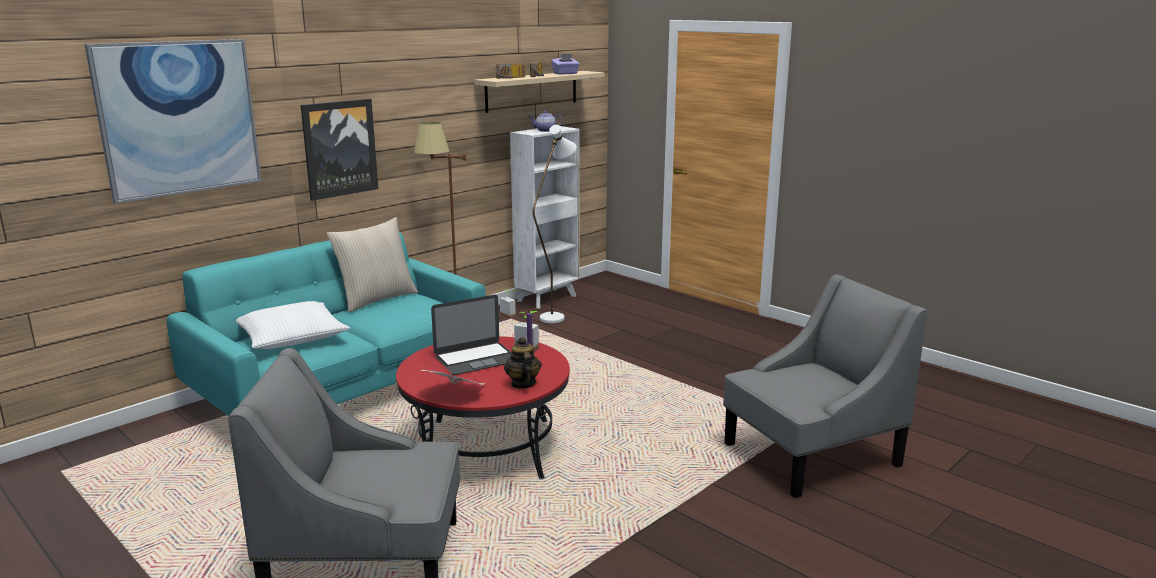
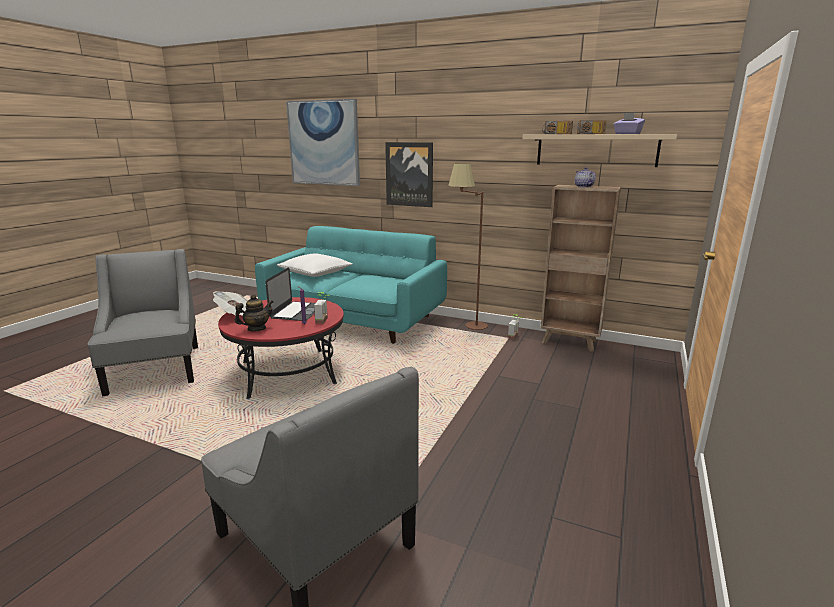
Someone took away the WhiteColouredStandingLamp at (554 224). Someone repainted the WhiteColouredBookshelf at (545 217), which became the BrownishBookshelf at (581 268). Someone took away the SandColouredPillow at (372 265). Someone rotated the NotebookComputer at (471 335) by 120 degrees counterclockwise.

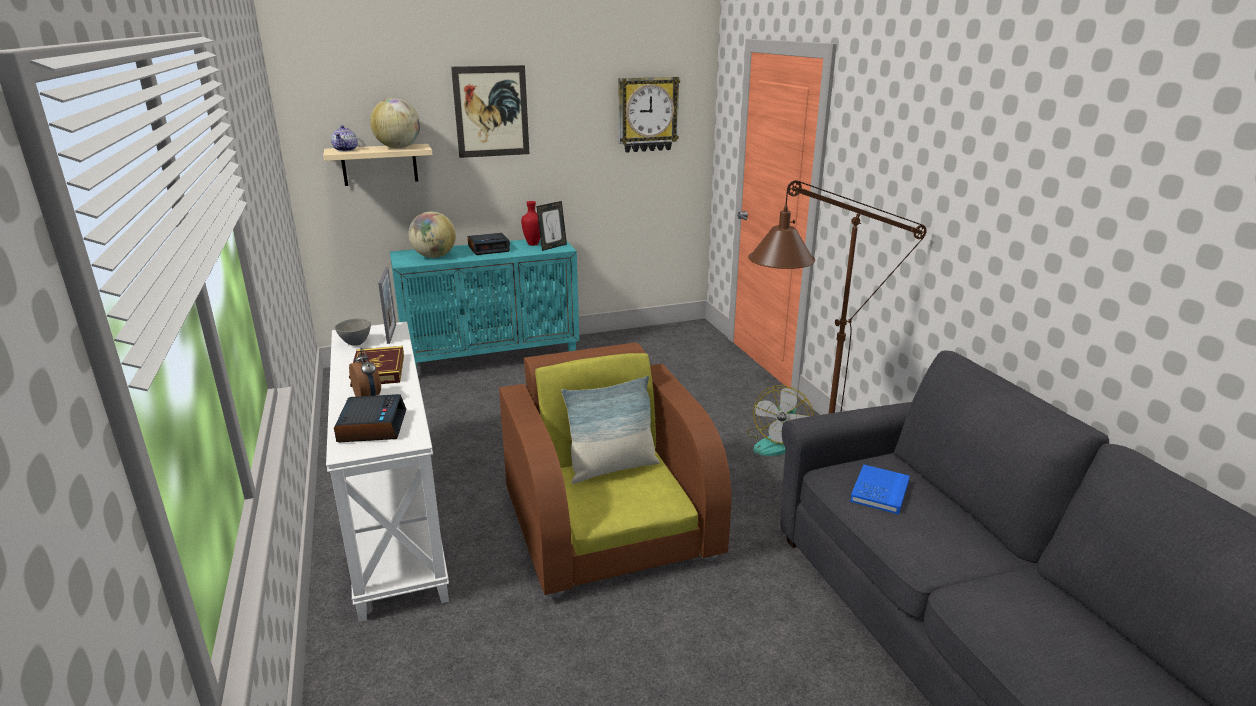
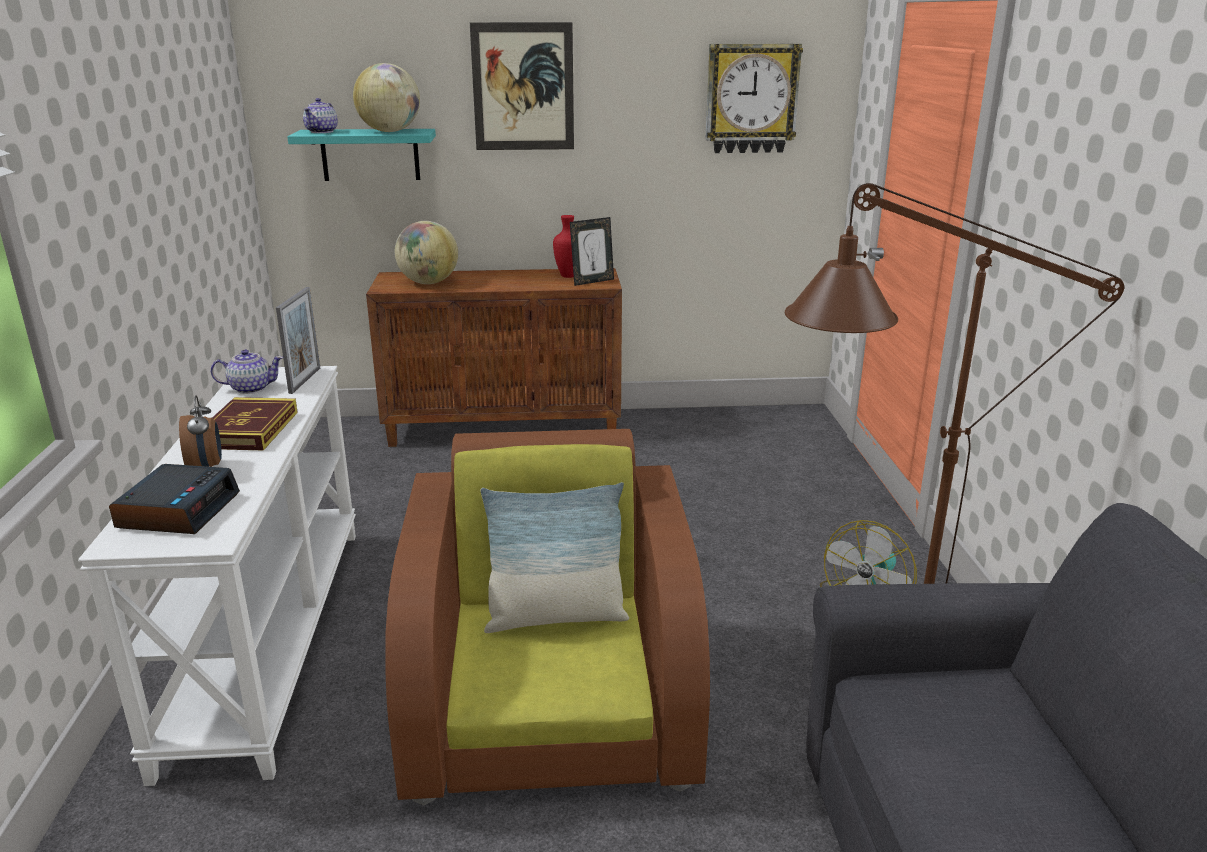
Someone repainted the SandColouredBracketShelf at (378 165), which became the TurquoiseBracketShelf at (361 155). Someone took away the AlarmClock at (488 244). Someone repainted the TurquoiseCabinet at (484 304), which became the BrownishCabinet at (494 357). Someone swapped the GrayServingBowl at (353 332) for the TeaPot at (247 371). Someone took away the BlueColouredBook at (880 489).

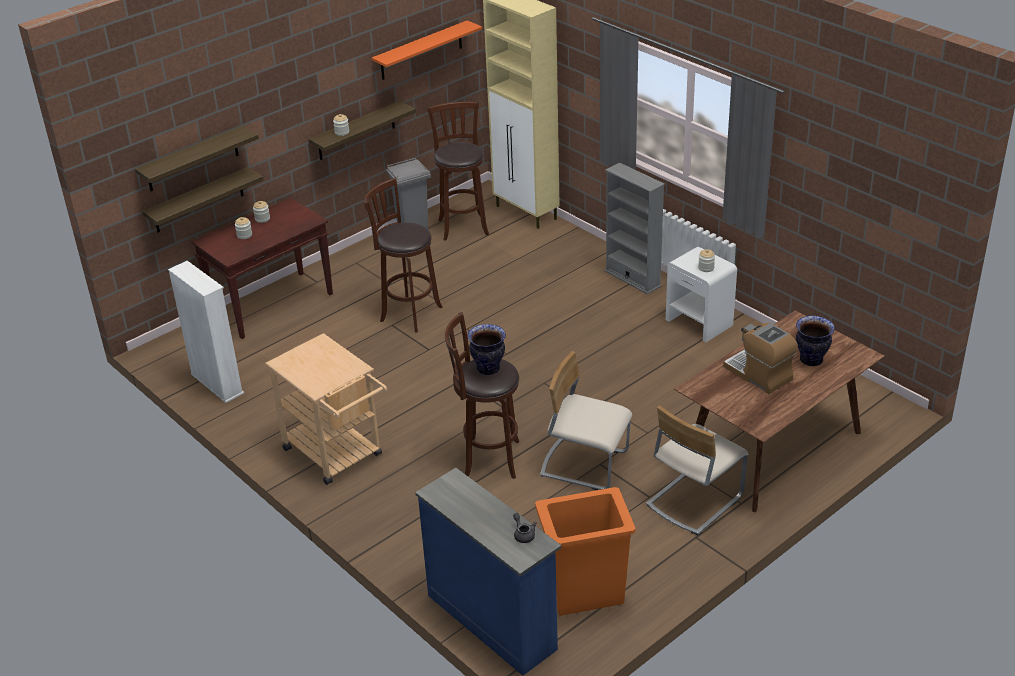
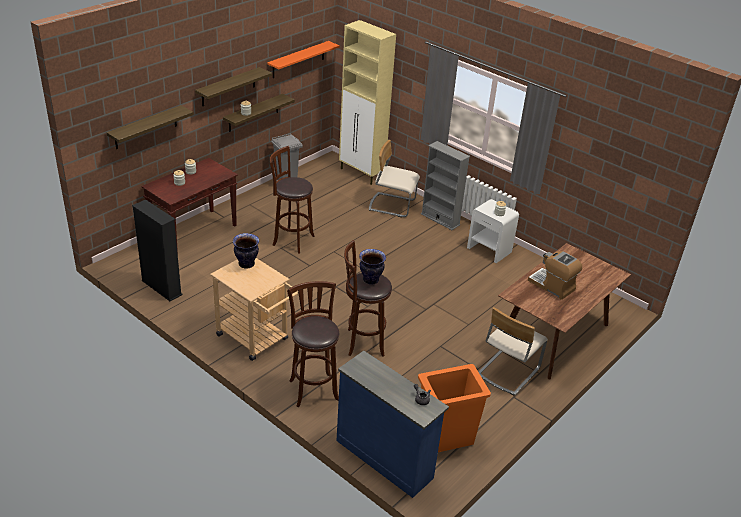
Someone carried the BrownishSittingStool from (458 171) to (313 344). Someone carried the BracketShelf from (203 199) to (233 86). Someone repainted the WhiteColouredBookshelf at (206 332), which became the BlackBookshelf at (157 250). Someone carried the DecorativeVase from (815 341) to (246 251). Someone carried the SandColouredUprightChair from (586 420) to (394 178).

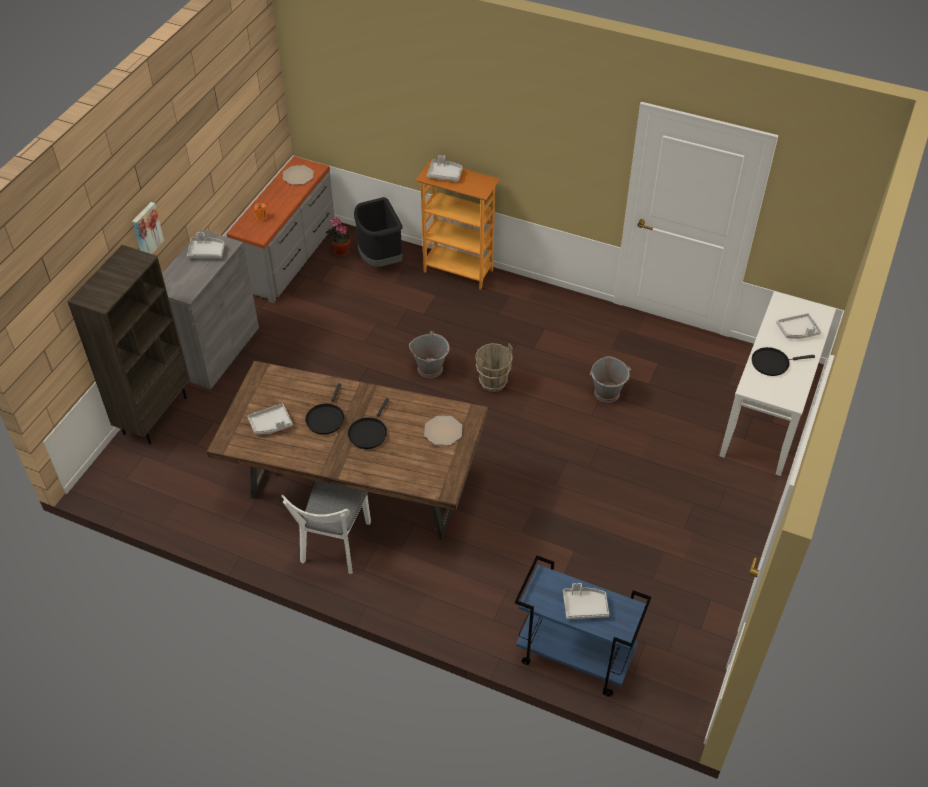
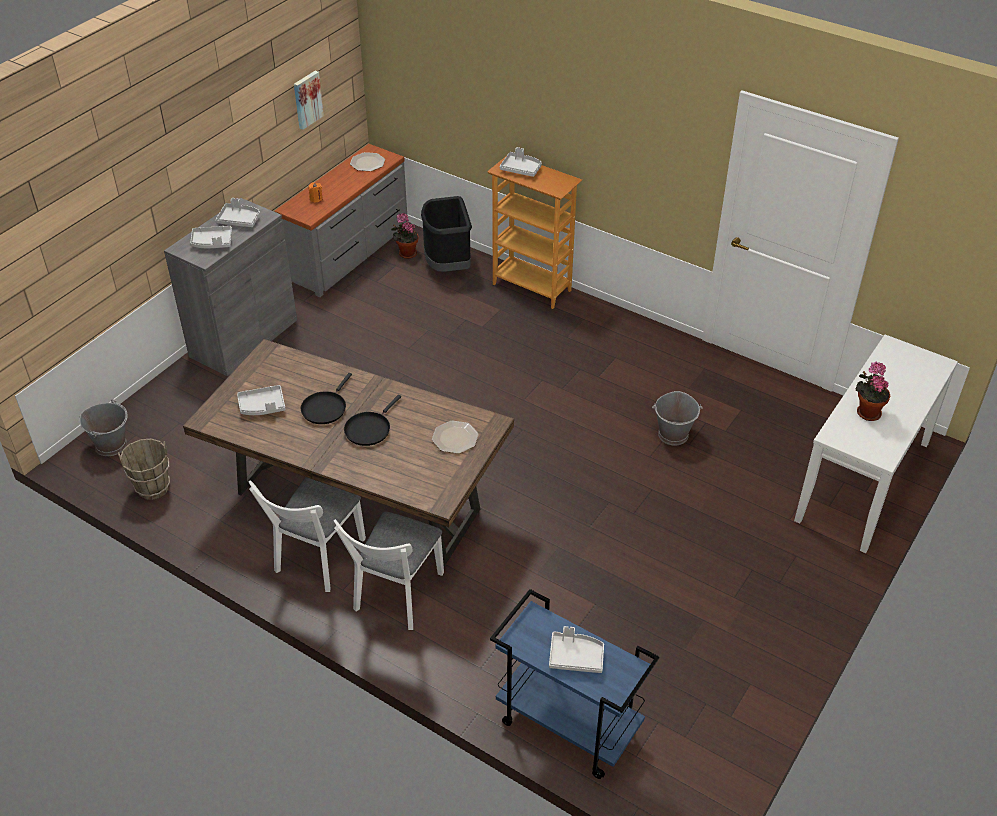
Someone carried the WallArt from (148 228) to (309 100). Someone took away the BrownishBookshelf at (129 344). Someone carried the GrayServingTray from (798 326) to (211 237). Someone carried the GrayPail from (429 354) to (104 427). Someone carried the BrownishPail from (494 367) to (144 469). Someone swapped the BlackPan at (783 361) for the PlantInAPot at (873 391). Someone put down the WhiteColouredUprightChair at (389 571).

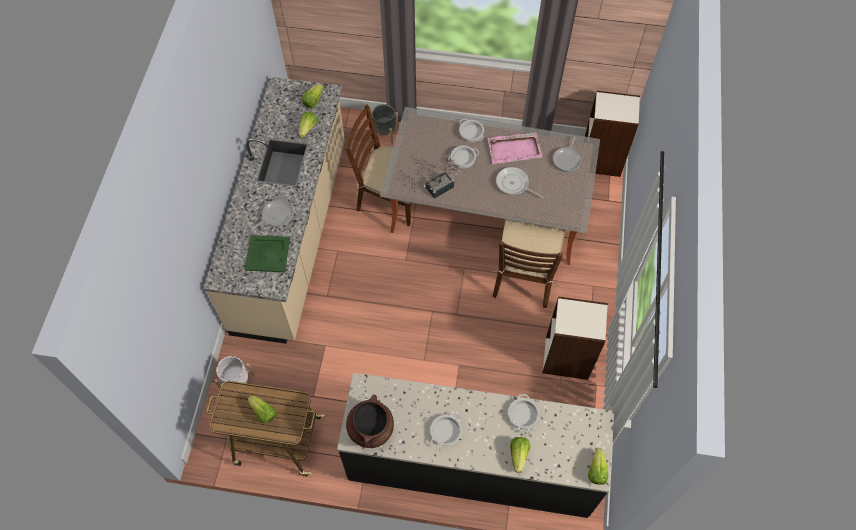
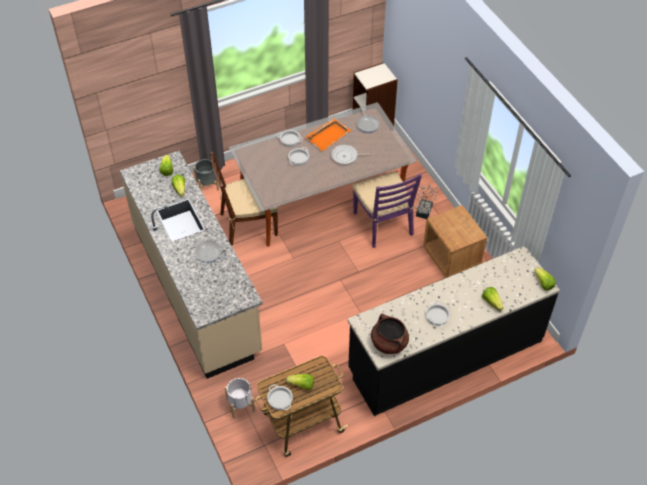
Someone repainted the PinkishServingTray at (515 148), which became the OrangeServingTray at (328 134). Someone carried the PlantInAPot from (442 176) to (427 201). Someone repainted the BrownishUprightChair at (527 264), which became the PurplishUprightChair at (387 209). Someone took away the GreenServingTray at (267 253). Someone swapped the Bookshelf at (575 338) for the BrownishNightstand at (455 241). Someone carried the Stockpot from (524 413) to (280 397).

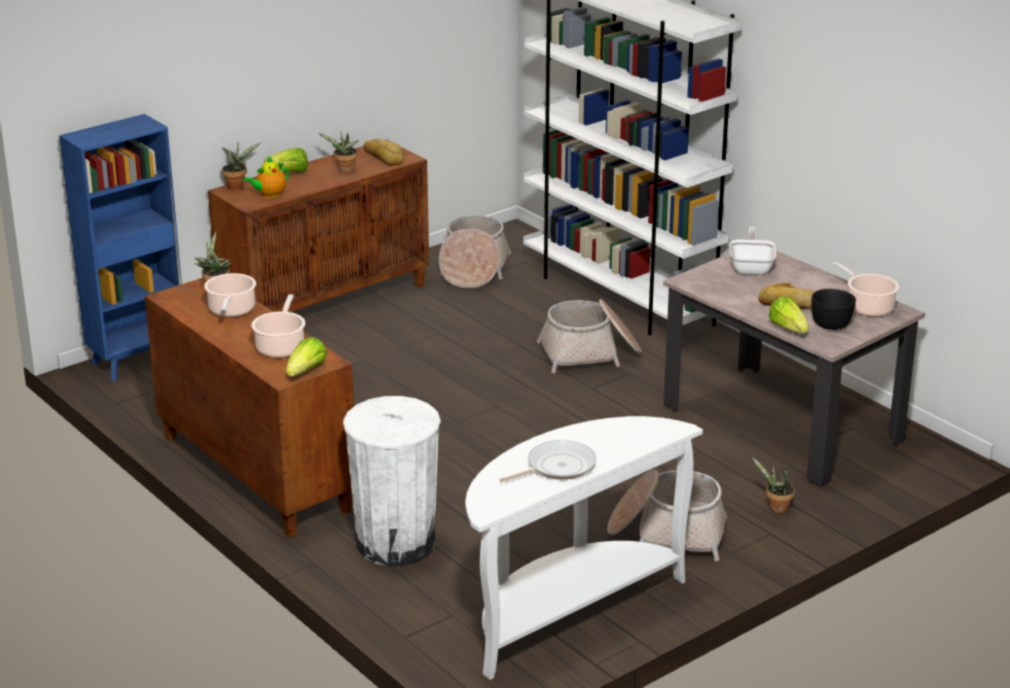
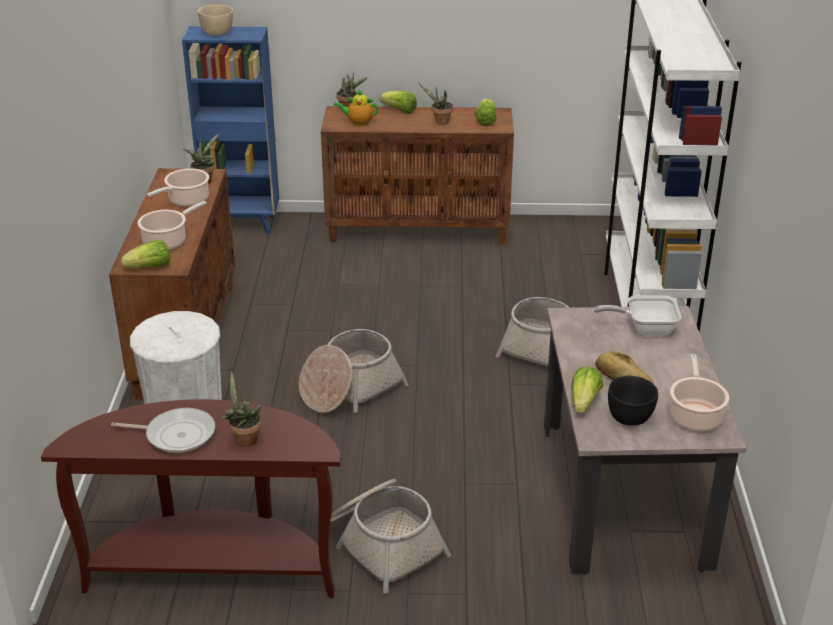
Someone swapped the BakedBread at (383 152) for the Lettuce at (485 112). Someone carried the Basket from (475 252) to (354 371). Someone rotated the Pan at (753 251) by 135 degrees counterclockwise. Someone repainted the WhiteColouredNarrowTable at (584 548), which became the BrownishNarrowTable at (191 498). Someone carried the PlantInAPot from (773 484) to (241 409). Someone put down the SandColouredServingBowl at (215 20).

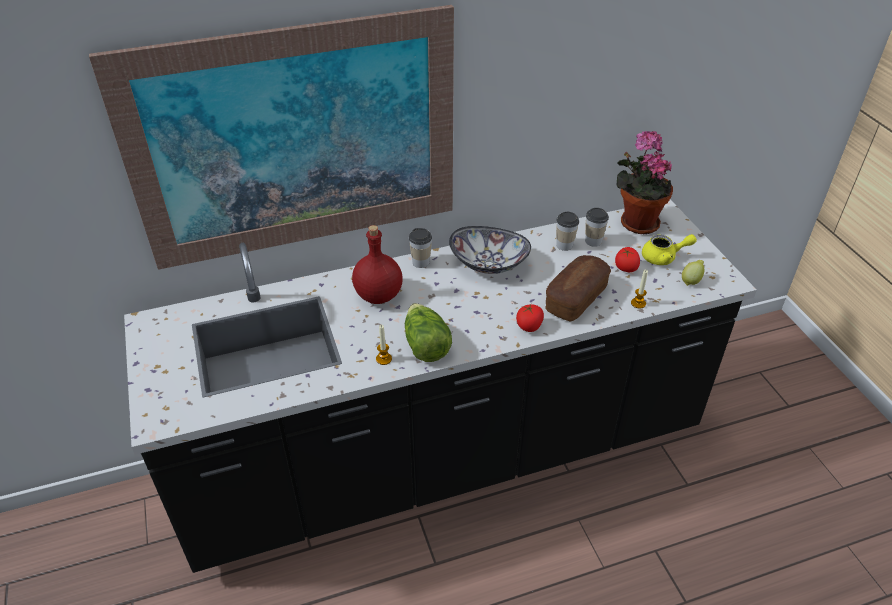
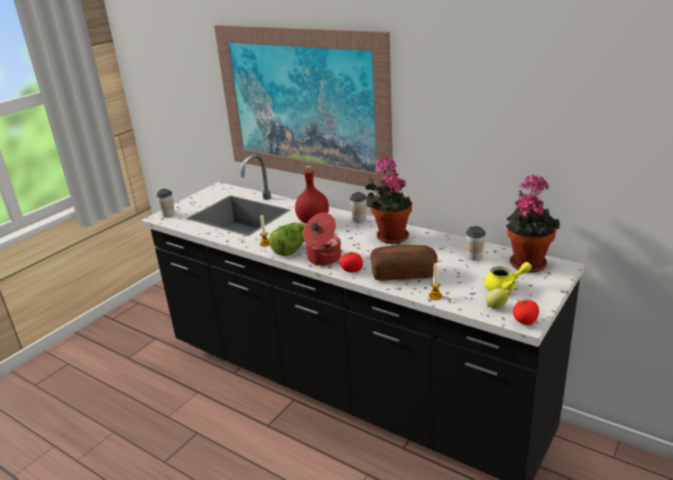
Someone carried the DrinkingCup from (567 231) to (165 203). Someone swapped the ServingBowl at (490 250) for the PlantInAPot at (388 200). Someone rotated the YellowTeaPot at (669 249) by 60 degrees counterclockwise. Someone carried the FreshTomato from (627 259) to (526 312). Someone put down the Stockpot at (322 239).

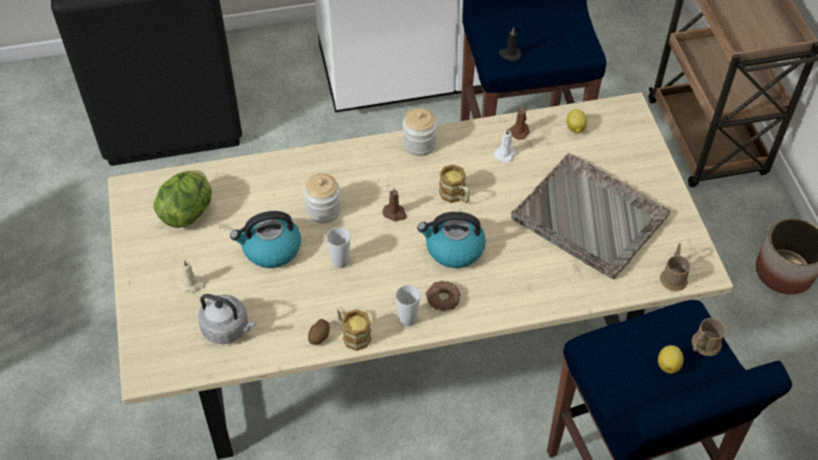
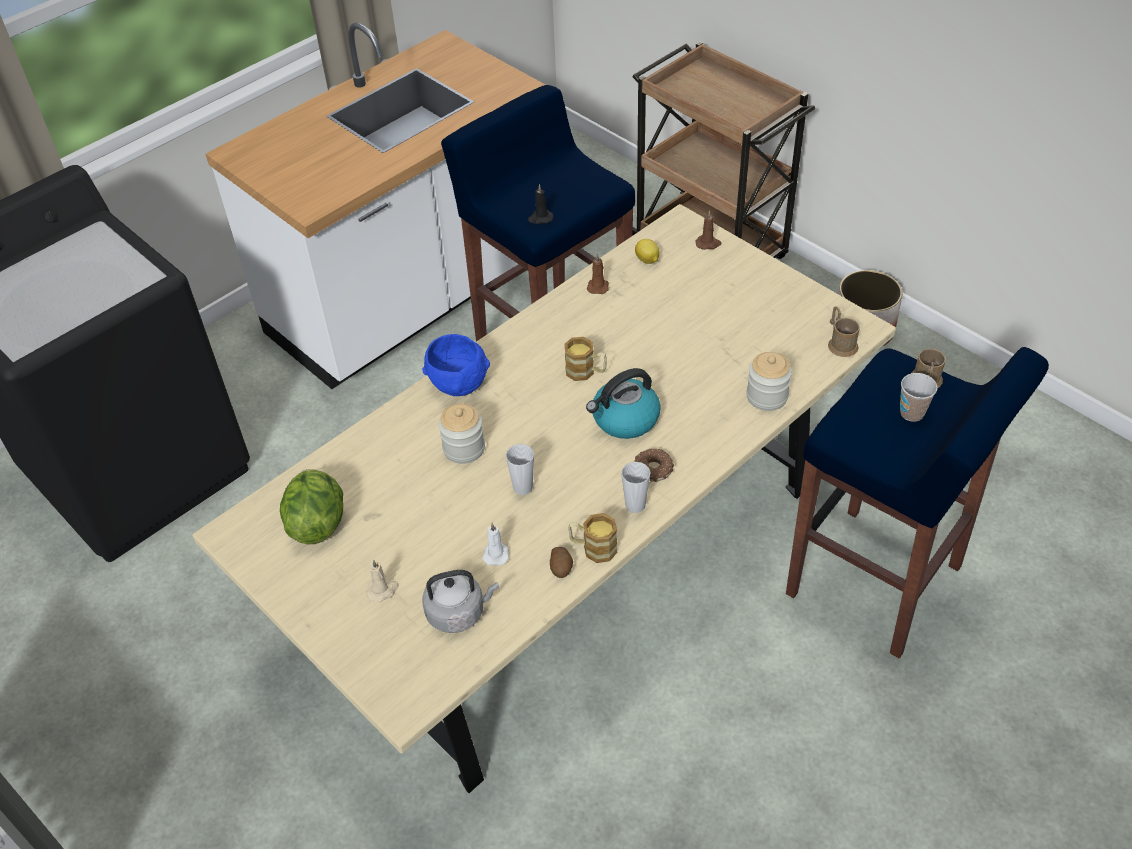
Someone carried the Jar from (420 132) to (769 381). Someone carried the WhiteColouredWaxCandle from (505 145) to (495 544). Someone took away the GrayServingTray at (590 216). Someone carried the BrownishWaxCandle from (395 204) to (708 230). Someone took away the TeaKettle at (265 239). Someone swapped the WholeLemon at (671 359) for the DrinkingCup at (918 397). Someone put down the BlueColouredServingBowl at (456 365).

